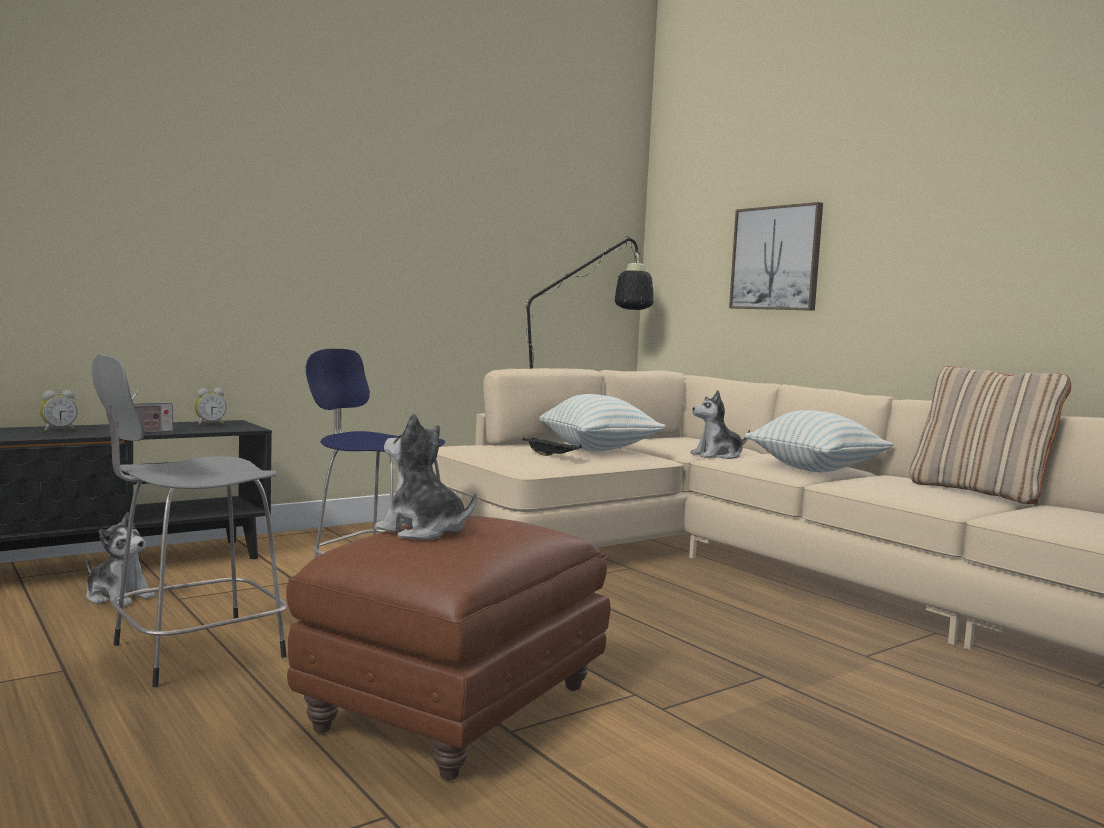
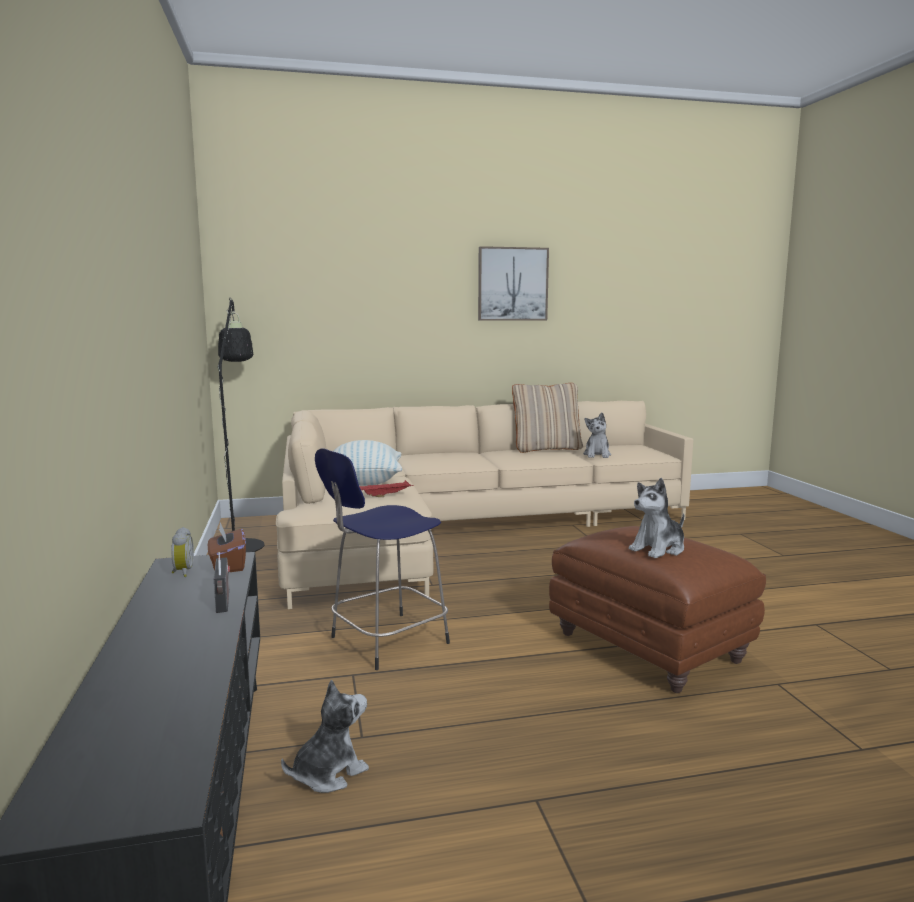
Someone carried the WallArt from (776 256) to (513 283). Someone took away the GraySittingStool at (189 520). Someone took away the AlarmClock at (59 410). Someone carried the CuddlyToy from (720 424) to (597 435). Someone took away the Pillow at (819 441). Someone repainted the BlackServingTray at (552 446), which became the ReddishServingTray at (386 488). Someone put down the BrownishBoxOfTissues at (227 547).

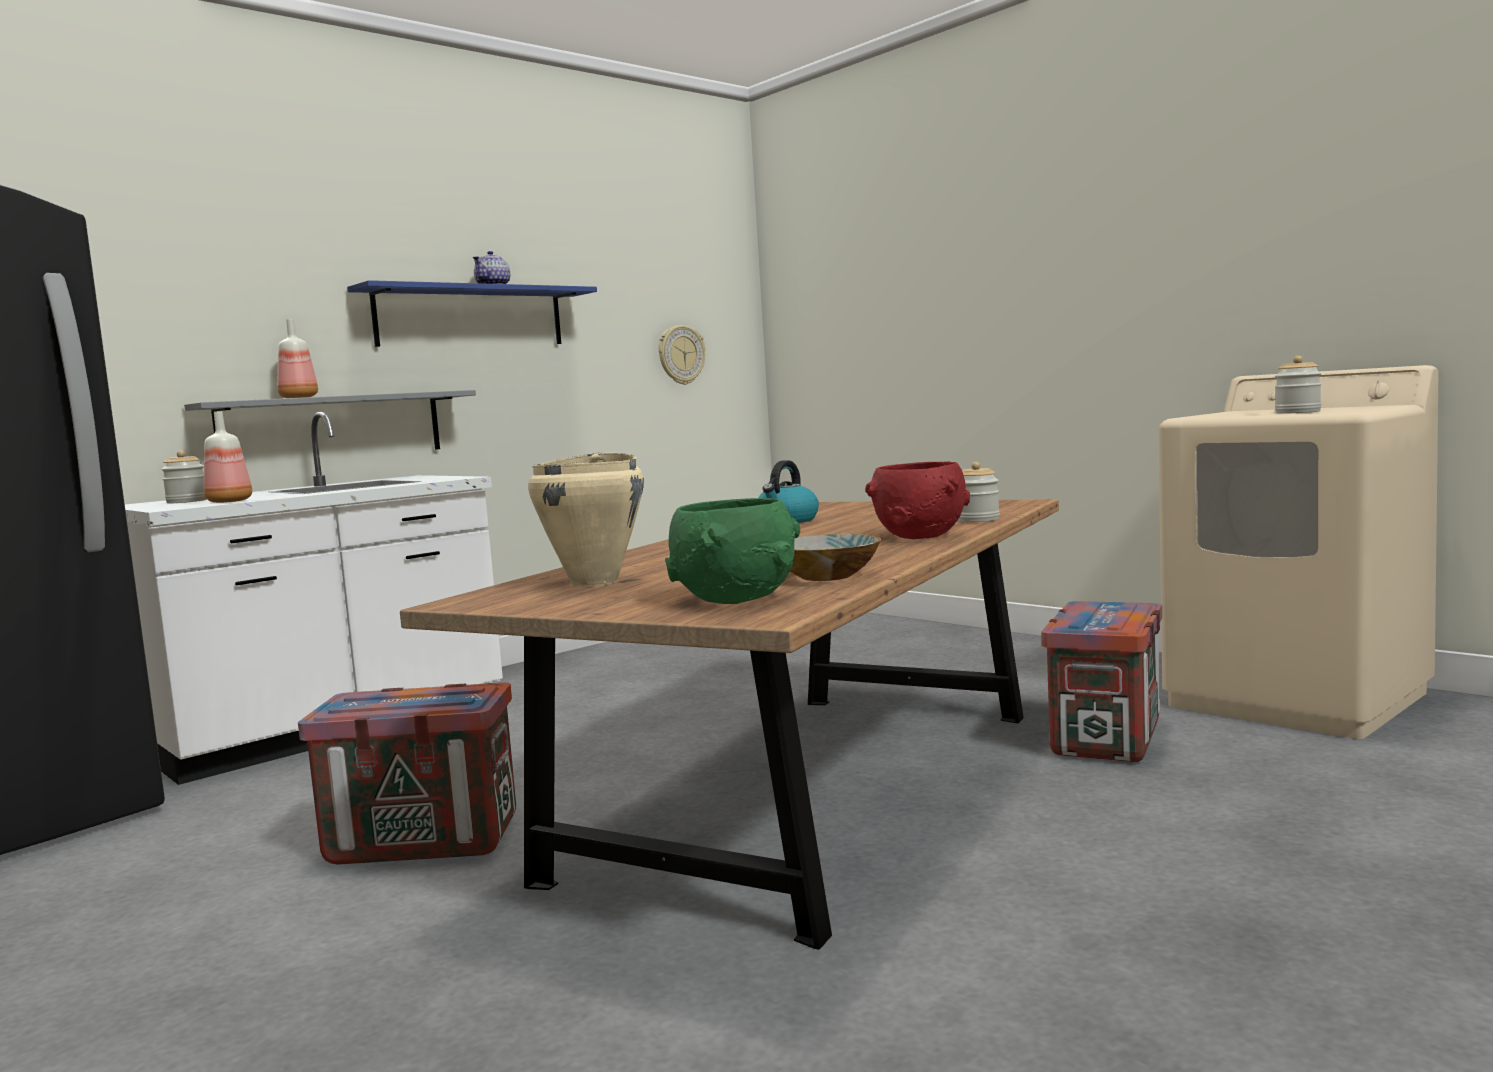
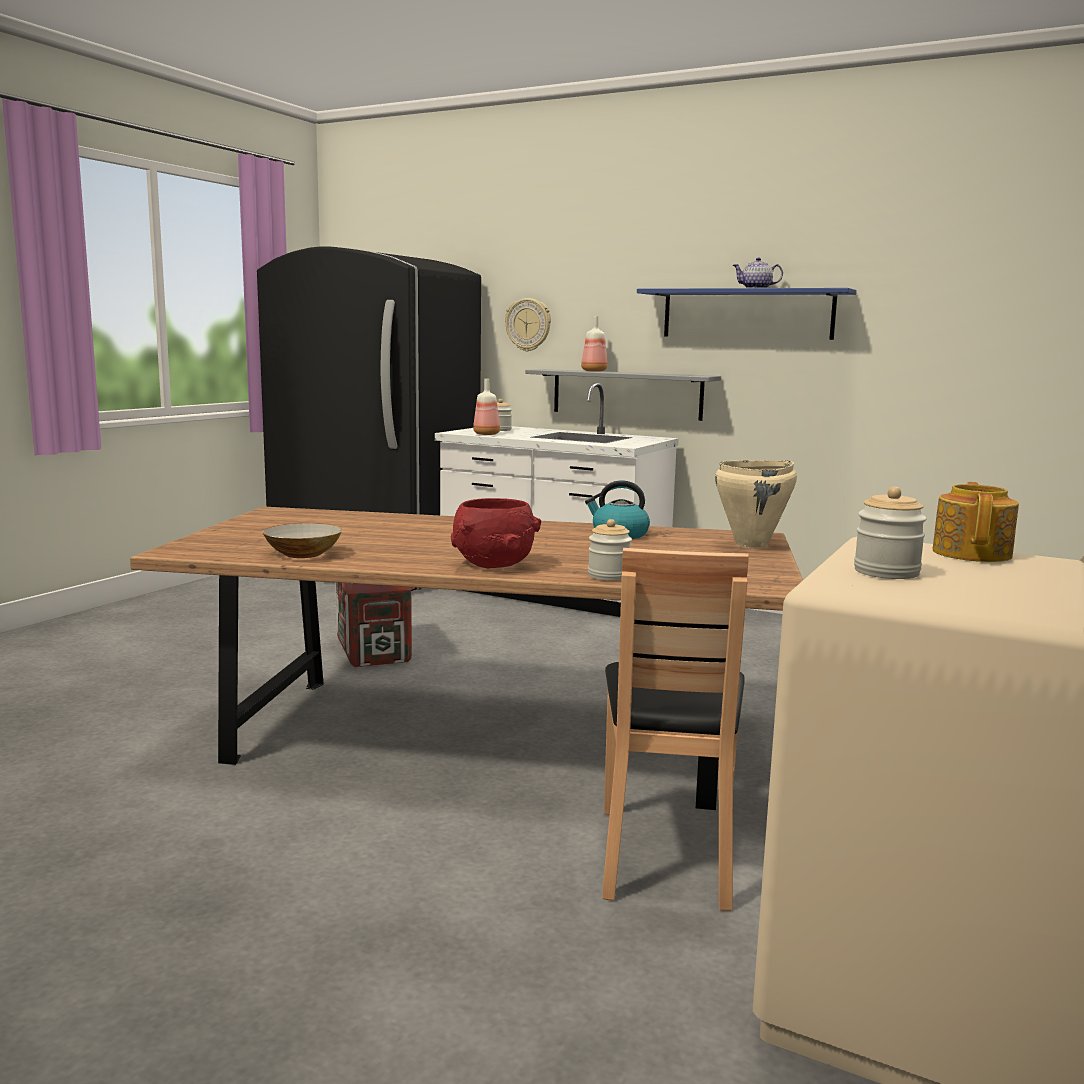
Someone carried the ClockOnTheWall from (681 355) to (528 325). Someone carried the SandColouredStockpot from (586 519) to (756 504). Someone took away the GreenServingBowl at (732 551). Someone swapped the Crate at (1101 681) for the BrownishUprightChair at (675 729). Someone put down the TeaPot at (975 522).

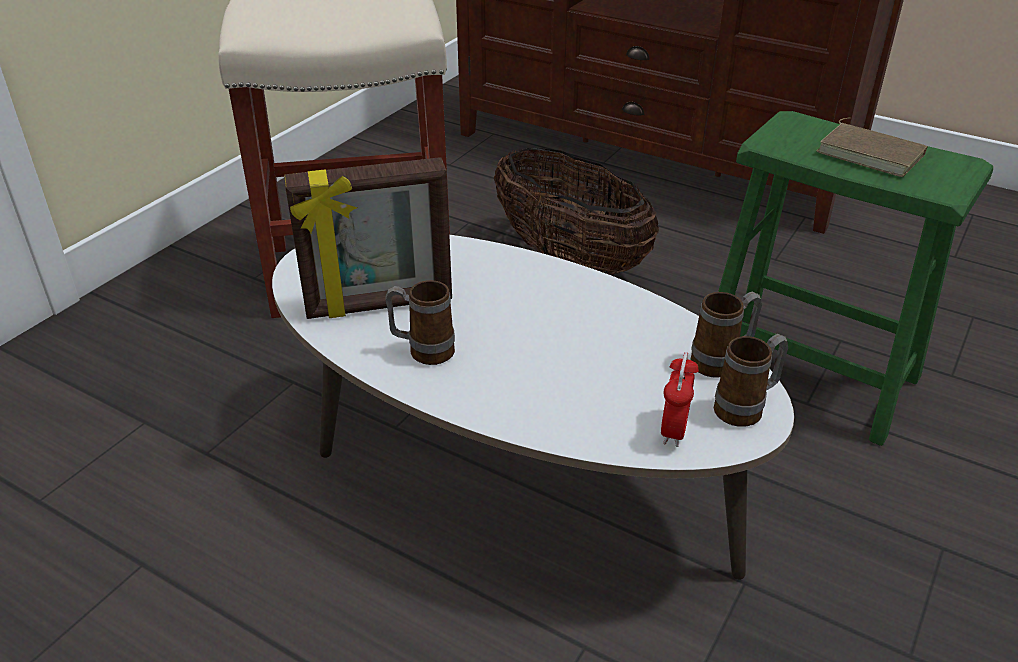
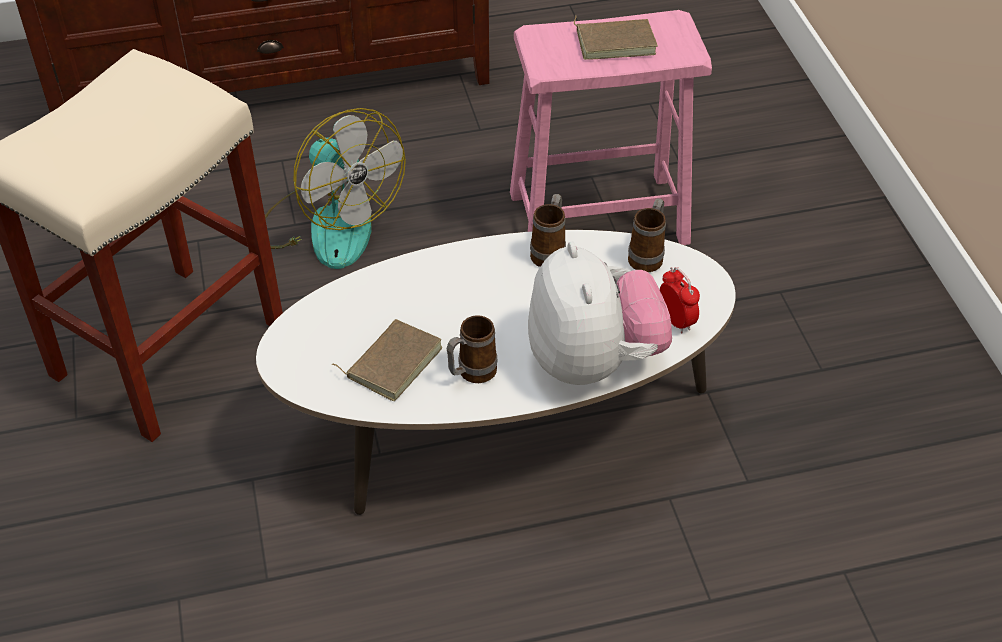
Someone repainted the GreenSittingStool at (855 278), which became the PinkishSittingStool at (611 127). Someone swapped the Basket at (576 212) for the CoolingFan at (335 188). Someone swapped the PictureFrame at (368 238) for the BrownishBook at (387 360). Someone carried the Mug from (751 380) to (548 230). Someone put down the CuddlyToy at (600 313).

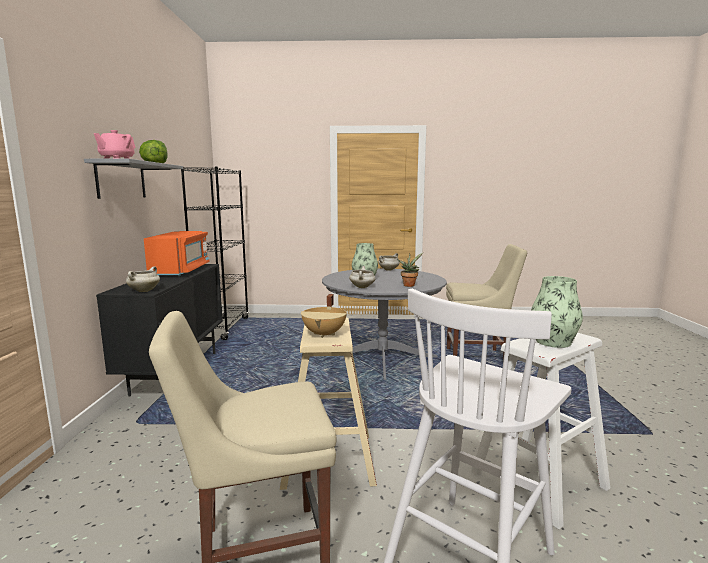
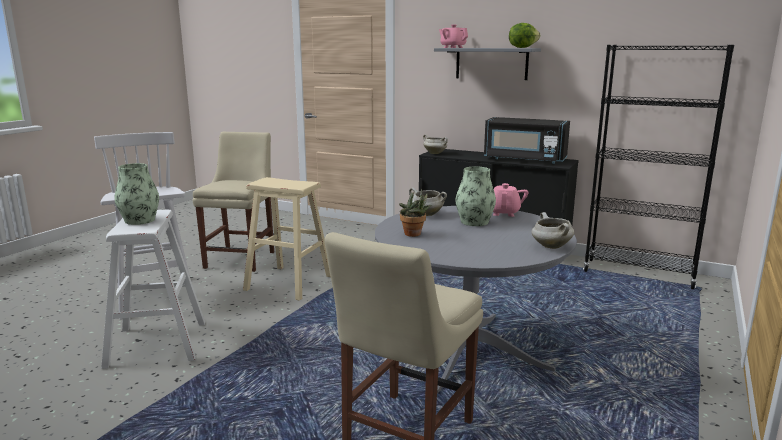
Someone repainted the OrangeKitchenMicrowave at (177 253), which became the BlackKitchenMicrowave at (527 140). Someone took away the SandColouredStockpot at (324 316). Someone put down the PinkishTeaPot at (511 200).

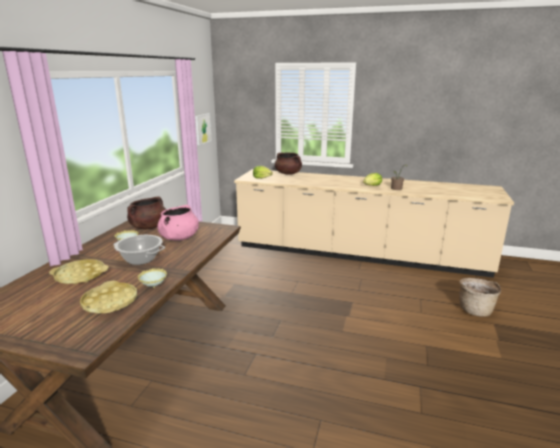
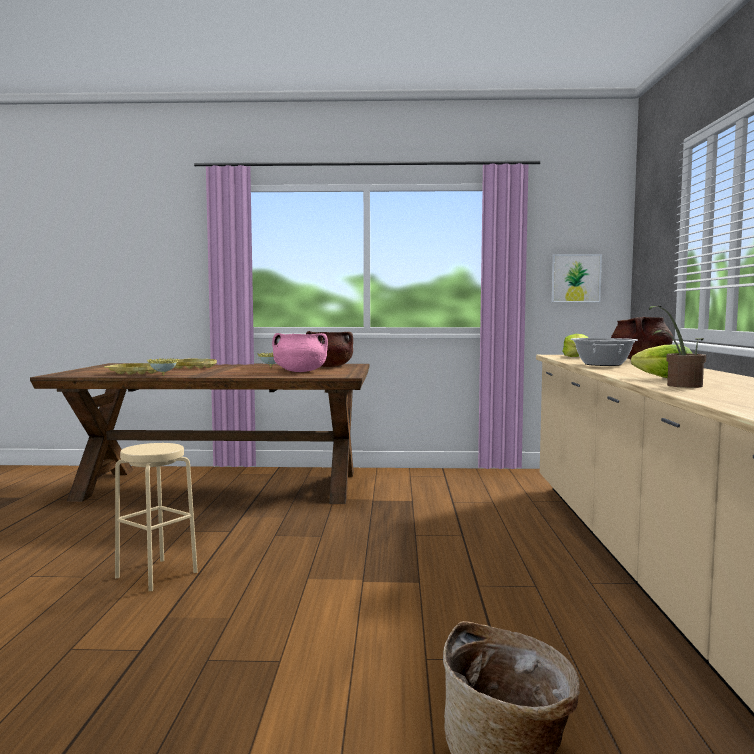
Someone carried the Stockpot from (139 250) to (604 352). Someone put down the SandColouredSittingStool at (156 517).

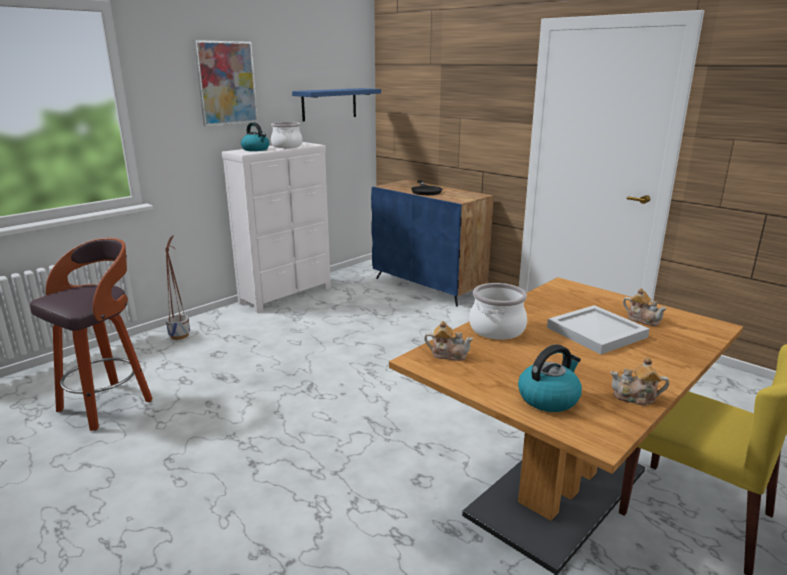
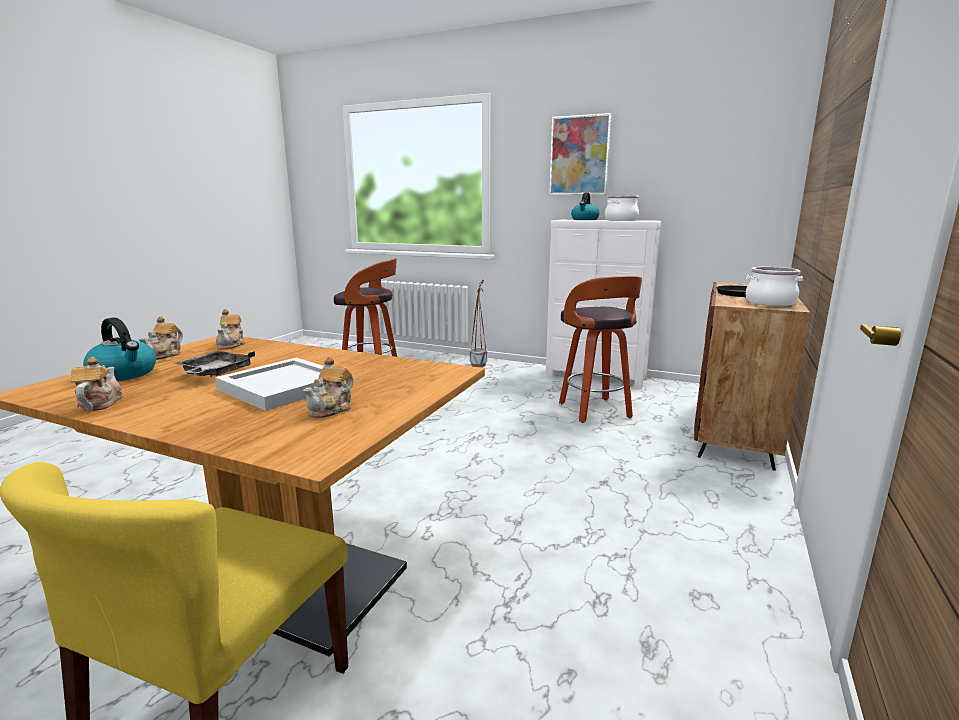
Someone took away the BlueColouredBracketShelf at (336 104). Someone repainted the BlueColouredCabinet at (432 243), which became the BrownishCabinet at (752 376). Someone carried the Stockpot from (498 311) to (774 286). Someone put down the SittingStool at (600 349). Someone put down the TeaPot at (161 338). Someone put down the GrayServingTray at (214 364).

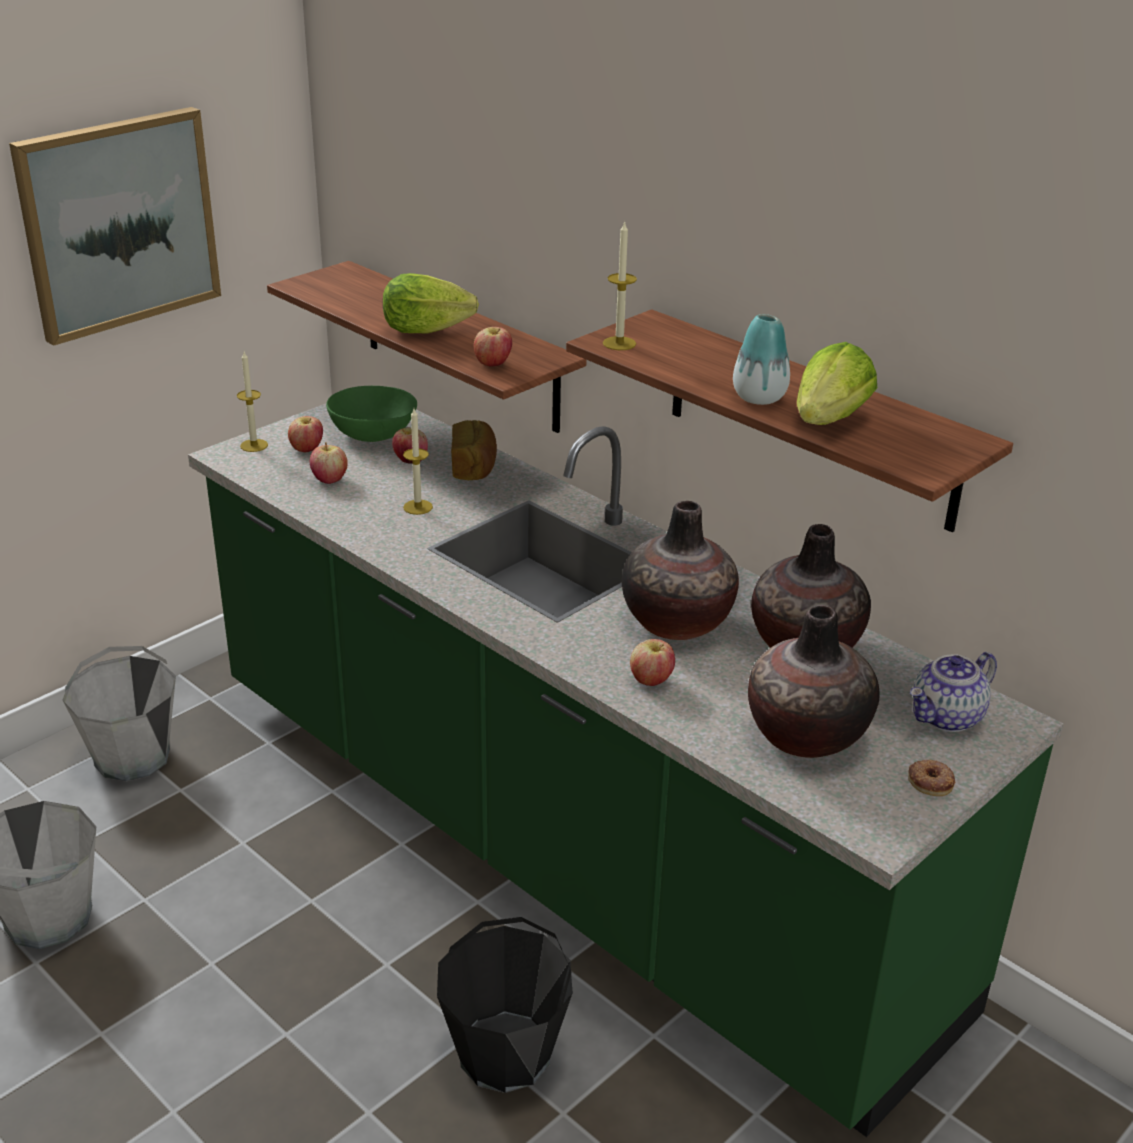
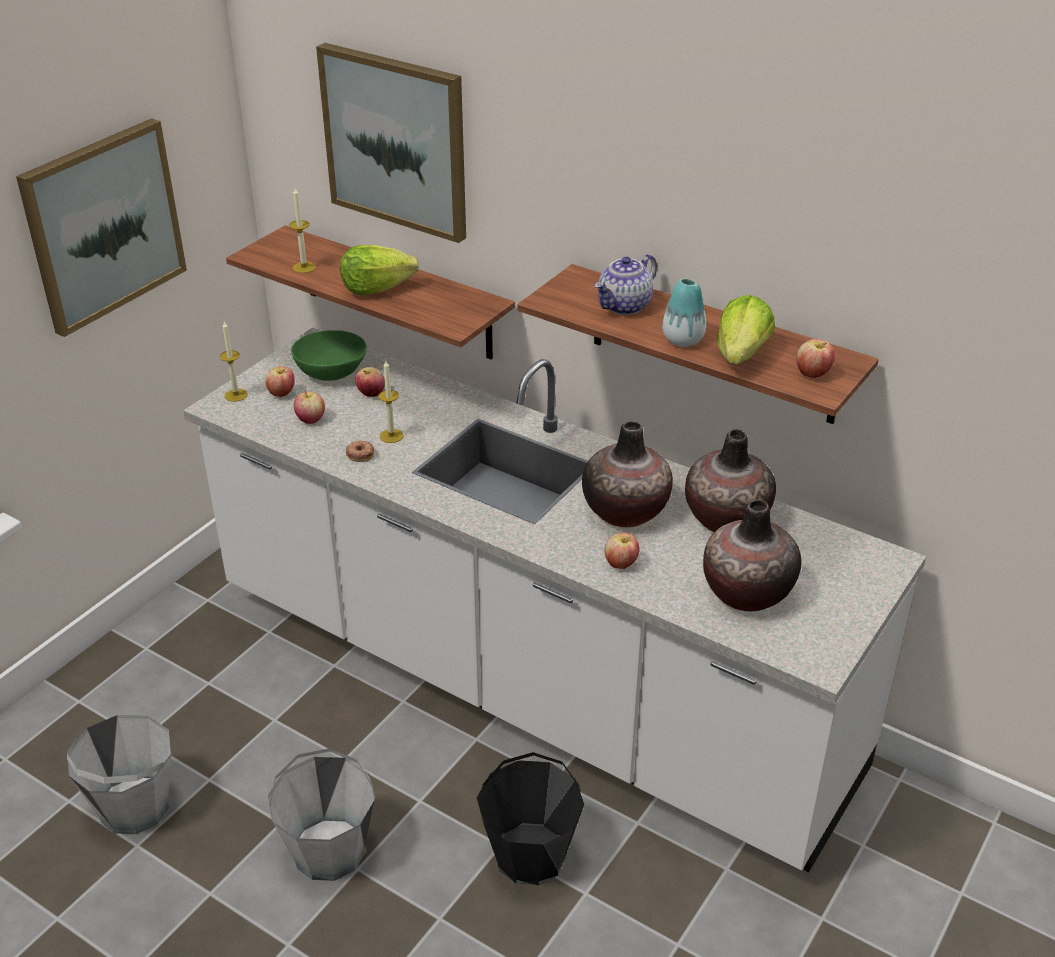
Someone carried the WaxCandle from (620 285) to (302 230). Someone carried the AppleFruit from (493 347) to (815 358). Someone repainted the GreenKitchenBaseUnit at (626 770), which became the WhiteColouredKitchenBaseUnit at (554 600). Someone took away the BakedBread at (474 450). Someone carried the GrayPail from (119 714) to (321 814). Someone carried the TeaPot from (953 692) to (625 284). Someone carried the Doughnut from (932 777) to (360 451). Someone put up the WallArt at (391 143).

